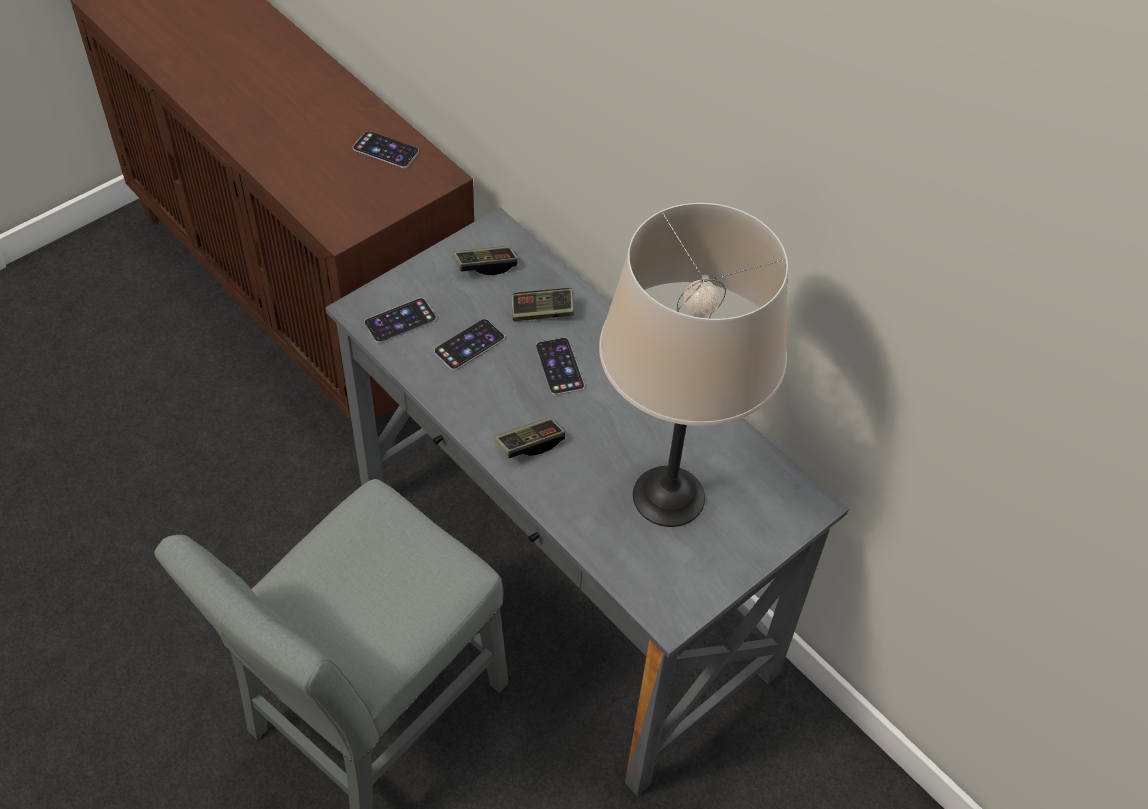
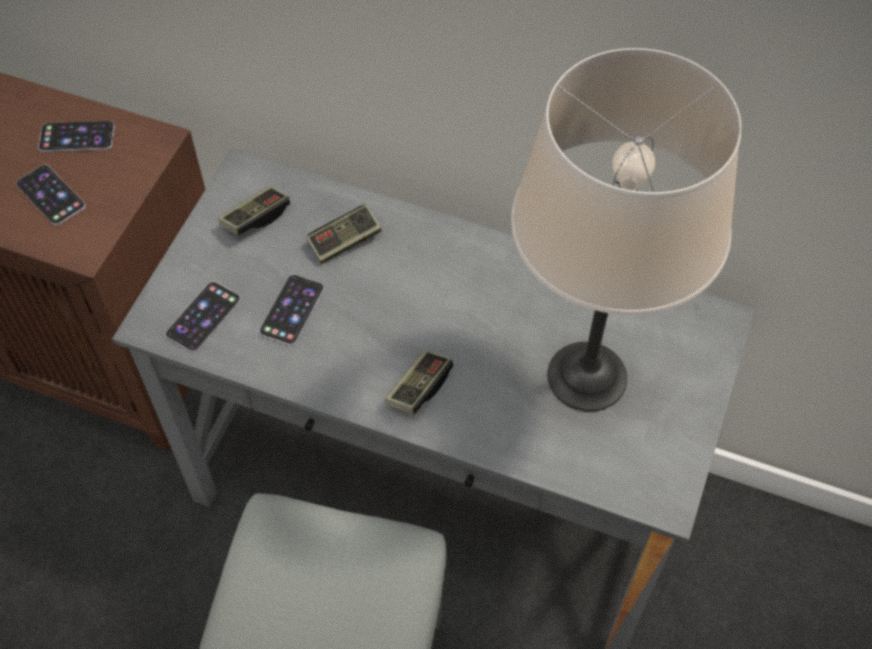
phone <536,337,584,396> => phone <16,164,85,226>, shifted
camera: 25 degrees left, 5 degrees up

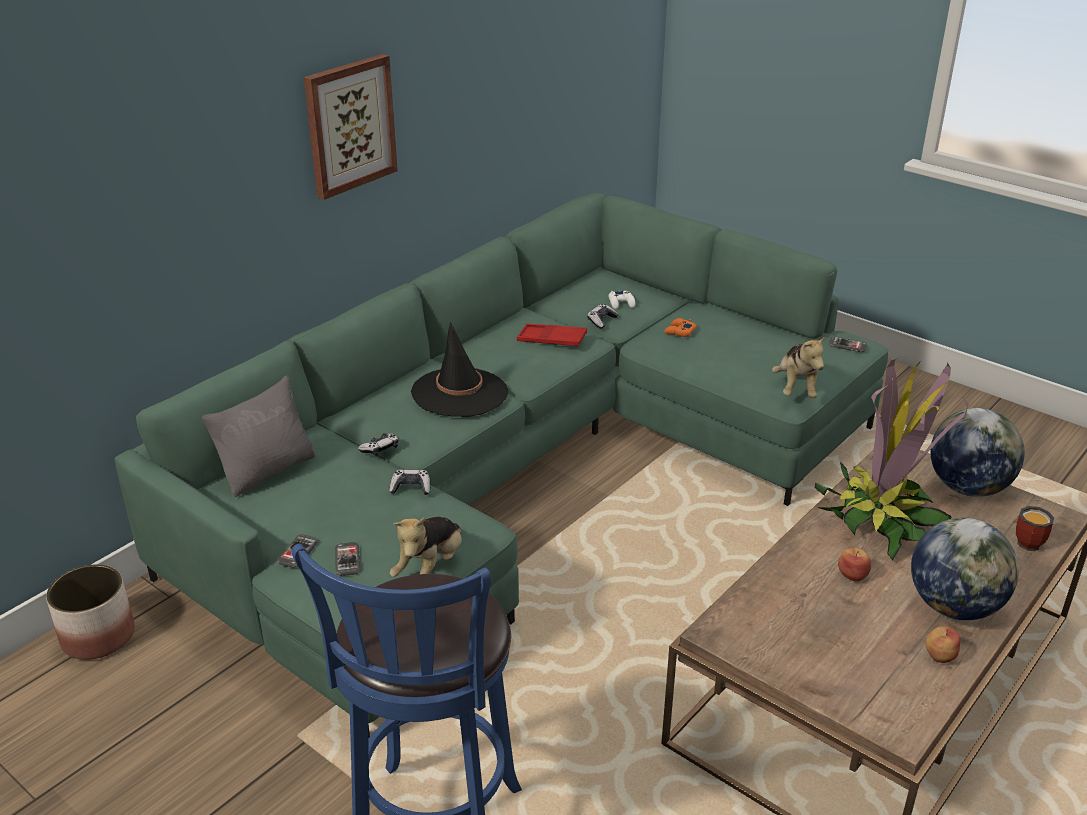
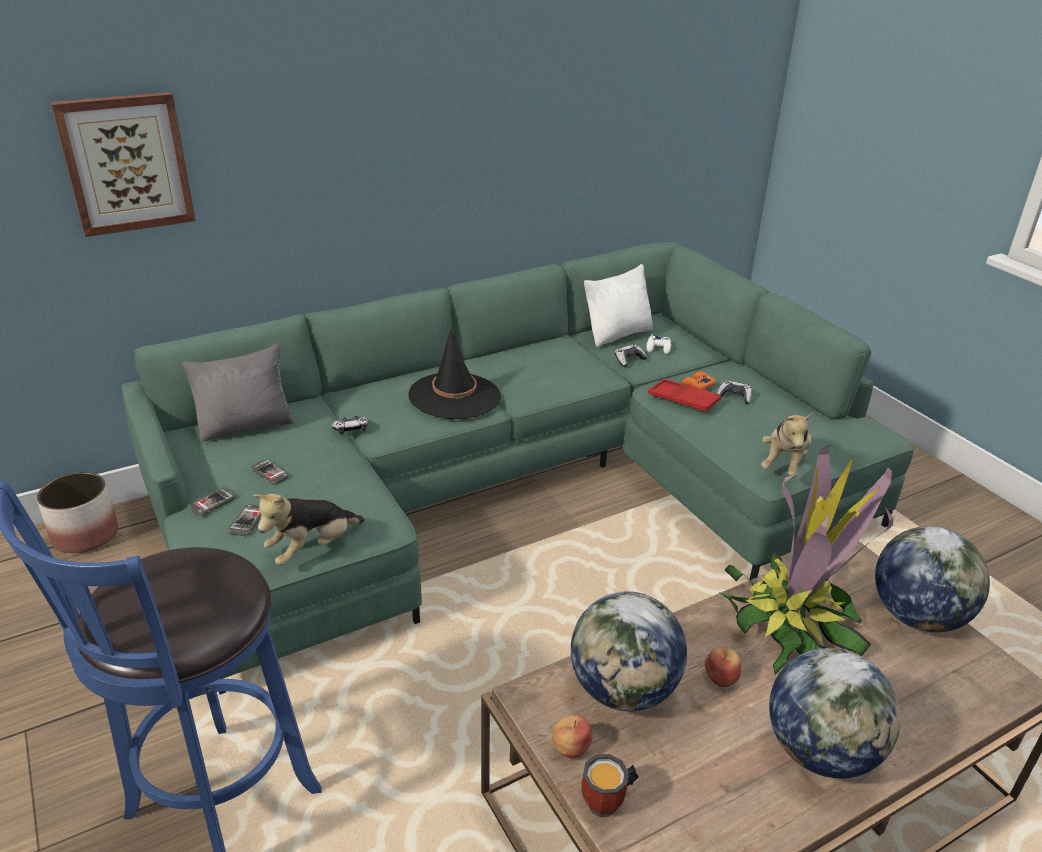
picture <304,54,398,200> => picture <51,92,196,237>, shifted
phone <829,336,867,352> => phone <251,459,290,485>, shifted
apple <925,626,960,663> => apple <552,715,593,758>, shifted
nothing => globe <571,591,687,712>
mug <1016,506,1054,551> => mug <582,754,639,817>, shifted
nothing => pillow (white) <584,264,653,347>
tray (red) <517,323,587,347> => tray (red) <648,378,721,412>, shifted
game controller <389,469,430,495> => game controller <717,380,752,404>, shifted
camera: 20 degrees right, 0 degrees up

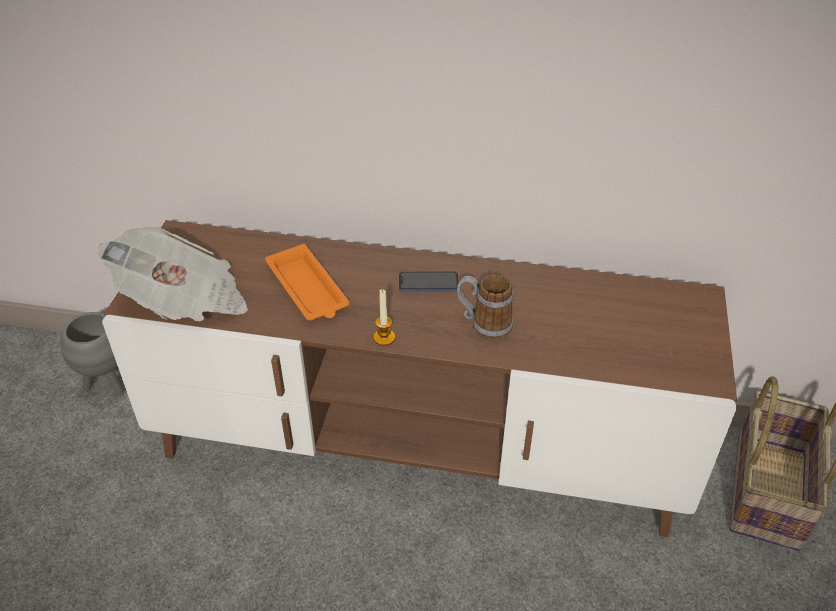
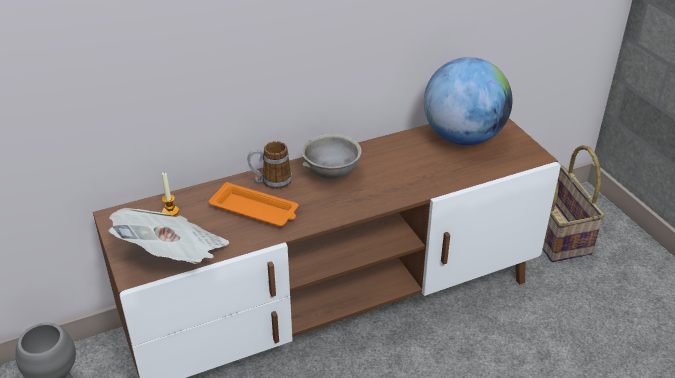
candle <373,289,395,346> => candle <162,173,179,216>, shifted
mug <457,274,513,339> => mug <248,141,292,189>, shifted
phone <399,271,458,292> => bowl (grey) <301,134,362,179>
nothing => globe <424,57,512,145>
camera: 35 degrees left, 5 degrees down

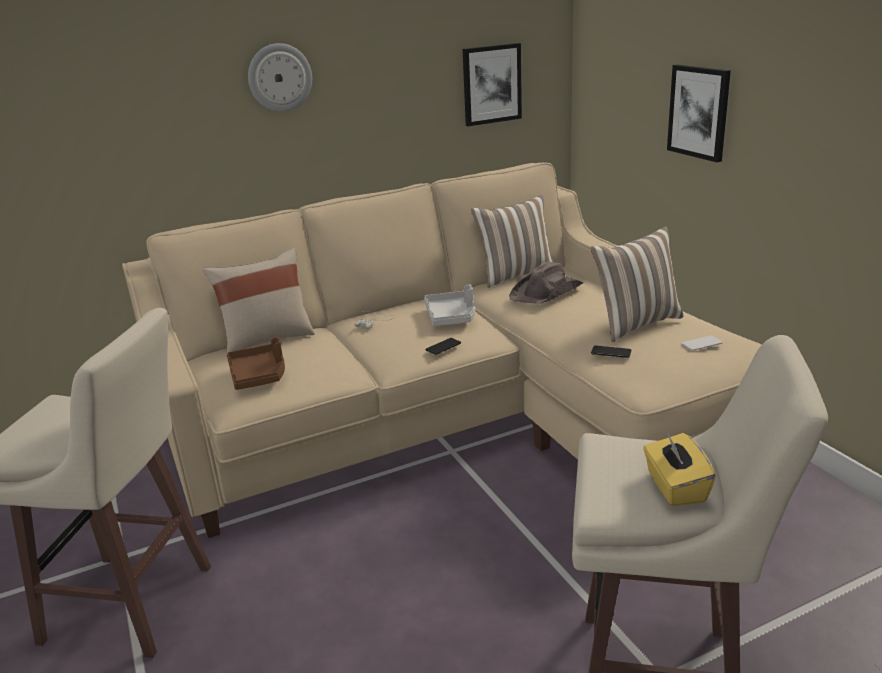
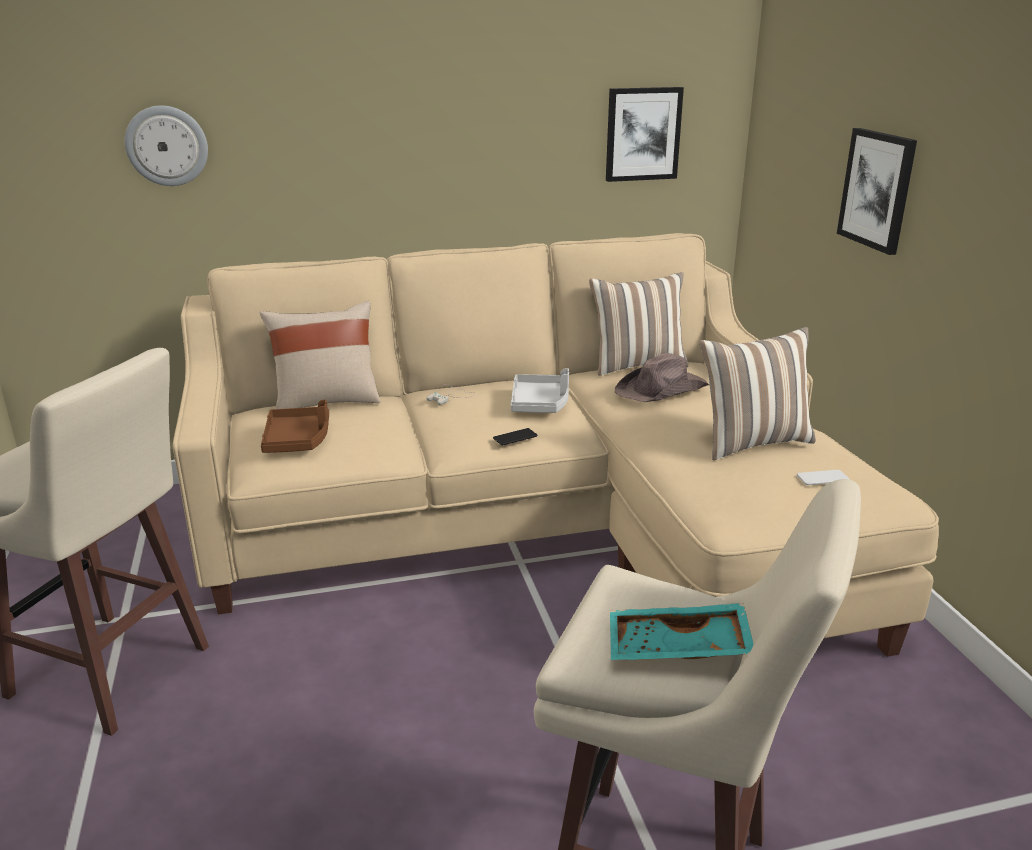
wall clock <248,43,312,112> => wall clock <125,105,208,186>, shifted
tissue box (yellow) <643,432,716,506> => tray (turquoise) <610,603,754,660>
phone <591,345,631,358> => nothing
camera: 10 degrees right, 0 degrees up

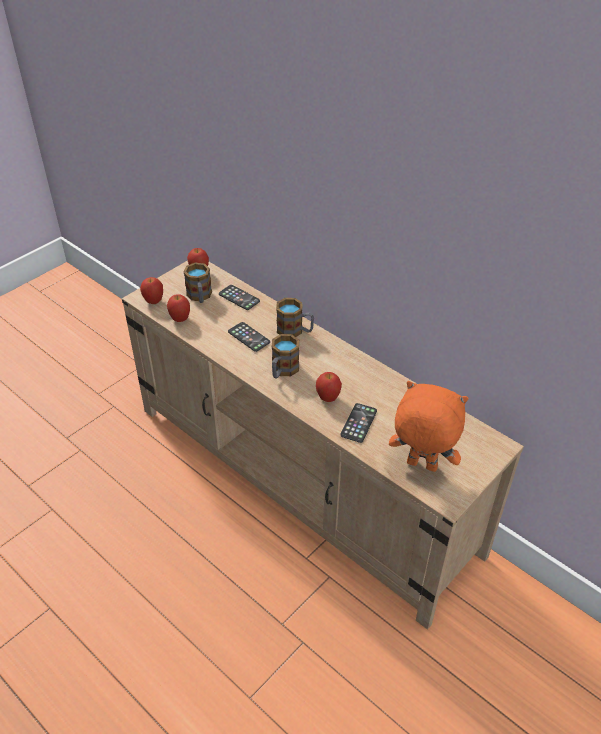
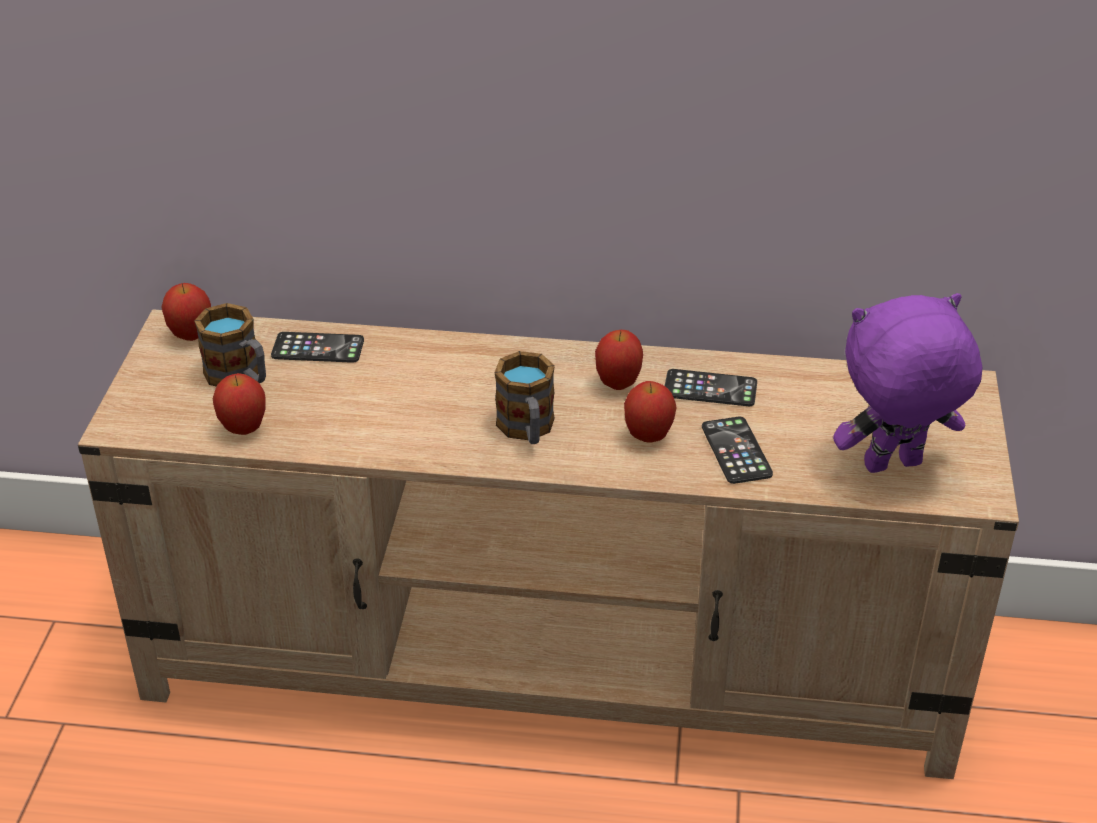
apple <140,277,163,304> => apple <595,330,643,390>, shifted
phone <228,322,270,352> => phone <665,369,757,406>, shifted
plush toy (orange) <389,381,468,472> => plush toy (purple) <833,293,982,473>
mug <276,298,314,337> => nothing
camera: 35 degrees left, 5 degrees down

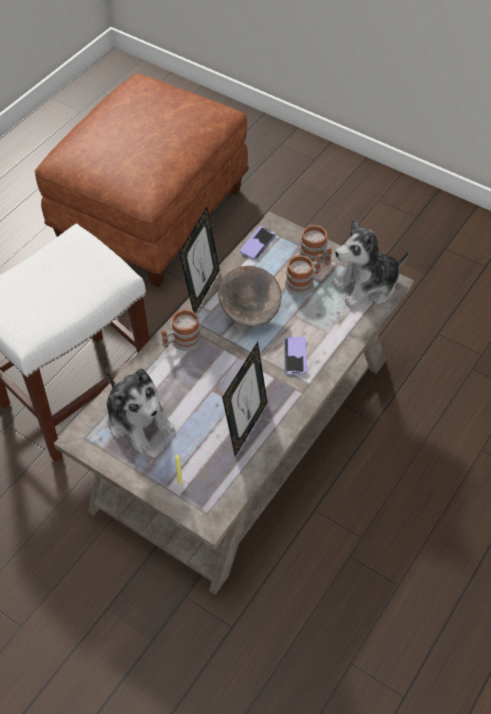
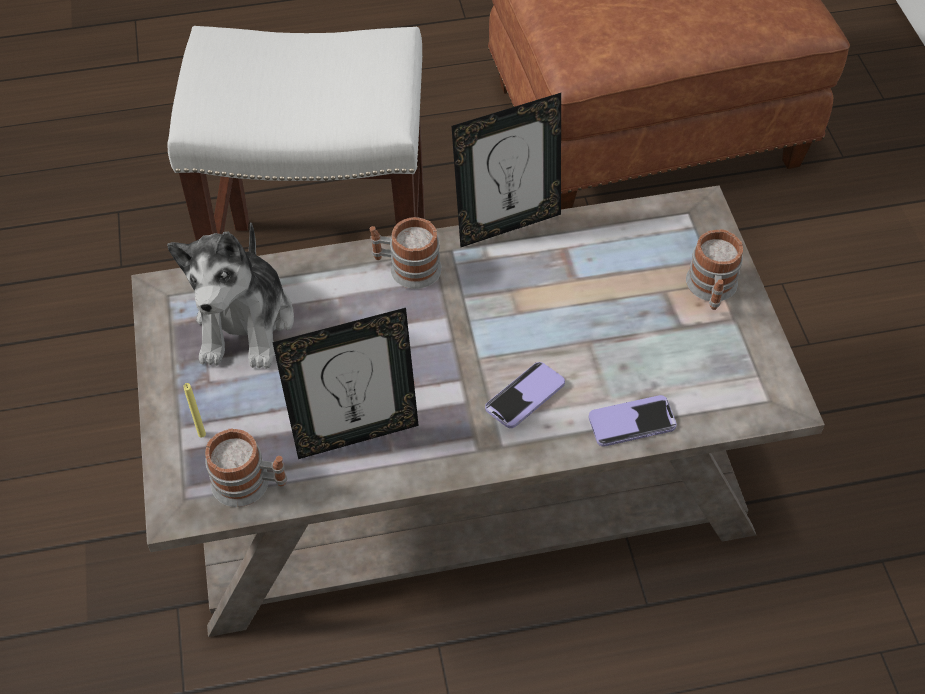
mug <285,254,322,296> => mug <205,428,287,507>, shifted
phone <240,226,276,260> => phone <589,395,677,447>, shifted
bowl (grey) <218,266,282,326> => nothing
plush toy <332,219,410,308> => nothing
camera: 45 degrees right, 0 degrees up

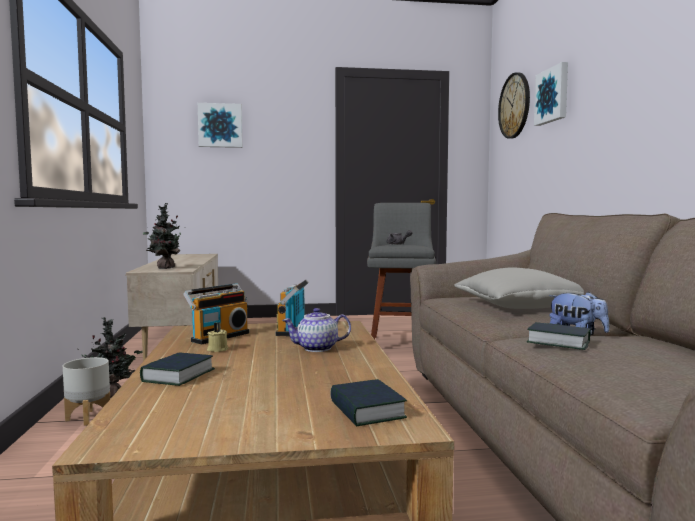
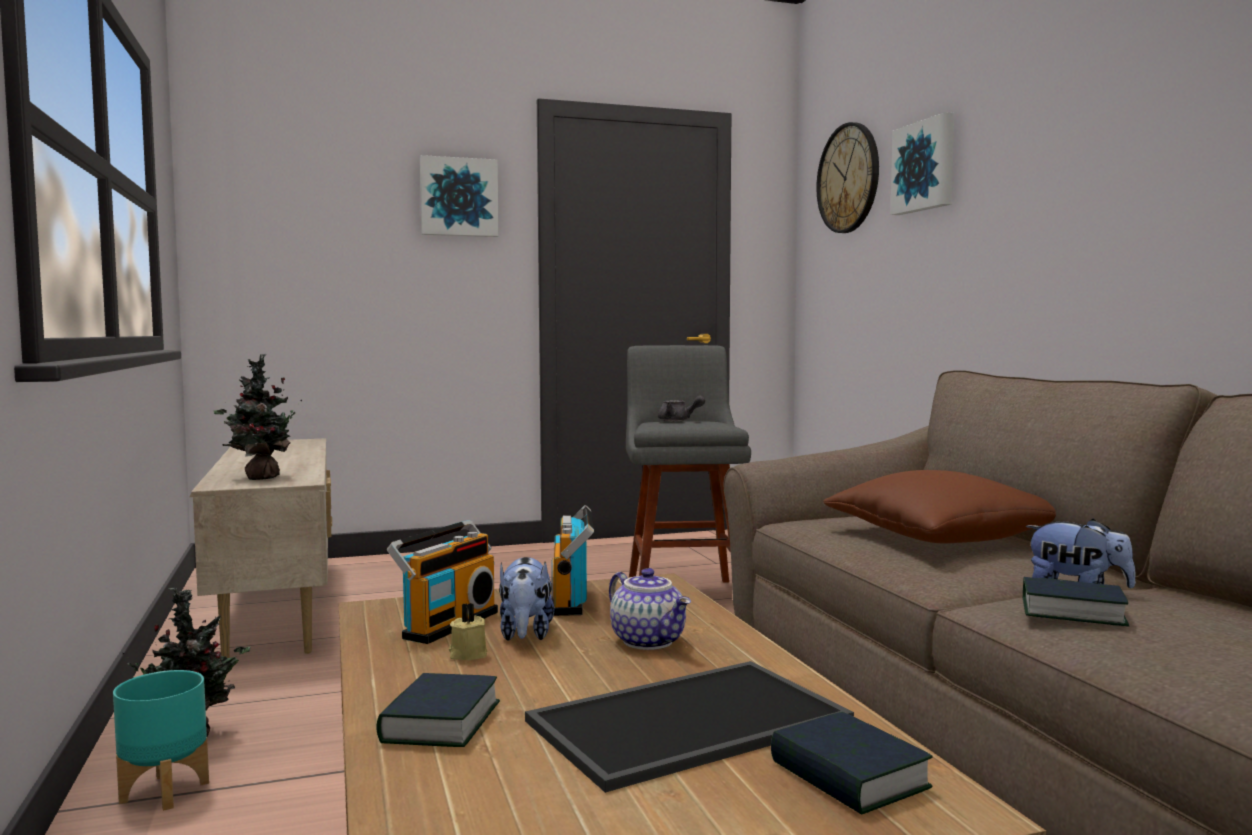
planter (grey) <63,357,110,426> => planter (turquoise) <113,670,209,811>
picture <198,103,242,148> => picture <420,155,499,237>, shifted
nothing => plush toy <499,557,554,641>
nothing => tray <525,661,854,793>
teapot <282,308,351,352> => teapot <609,568,691,650>, 105 degrees counterclockwise
pillow (grey) <454,267,584,309> => pillow (brown) <823,470,1056,543>
camera: 10 degrees left, 0 degrees up

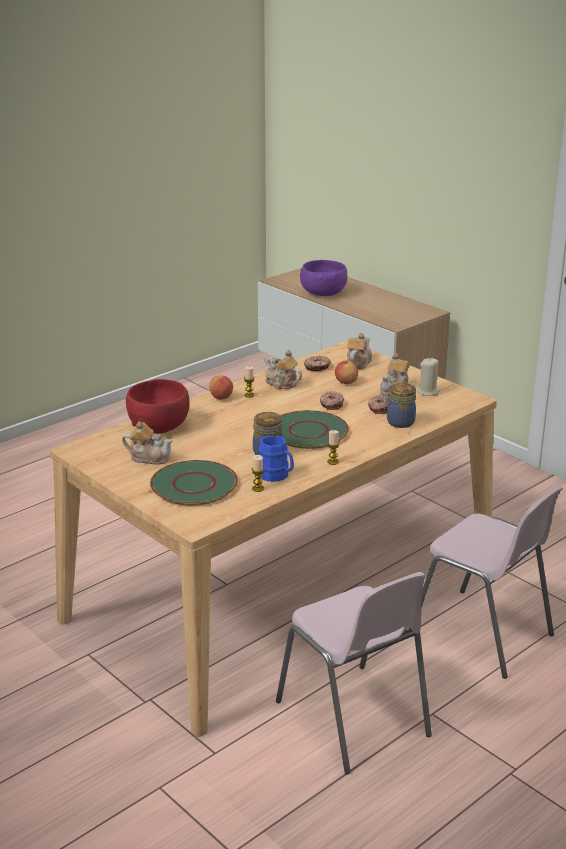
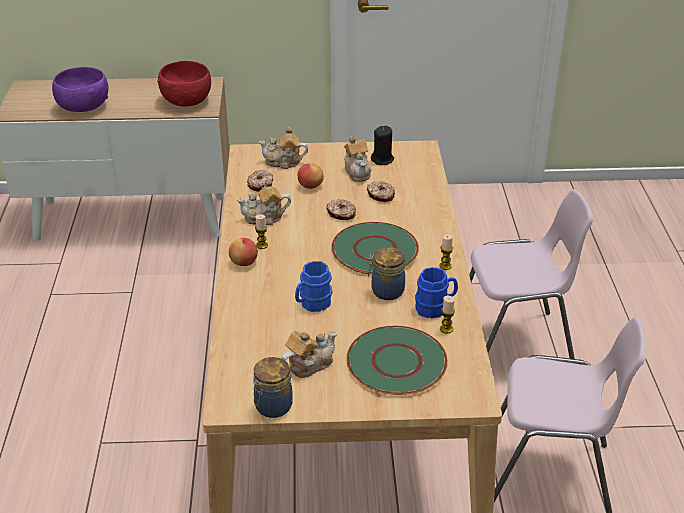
bowl (red) <126,379,190,433> => bowl (red) <157,61,211,106>, shifted
jar <384,383,416,428> => jar <254,357,293,418>, shifted
teapot <347,333,372,369> => teapot <259,127,308,169>, 60 degrees counterclockwise
nothing => mug (blue) <295,261,333,312>
candle (beige) <417,358,440,396> => candle (black) <371,126,394,165>
camera: 50 degrees left, 10 degrees up

